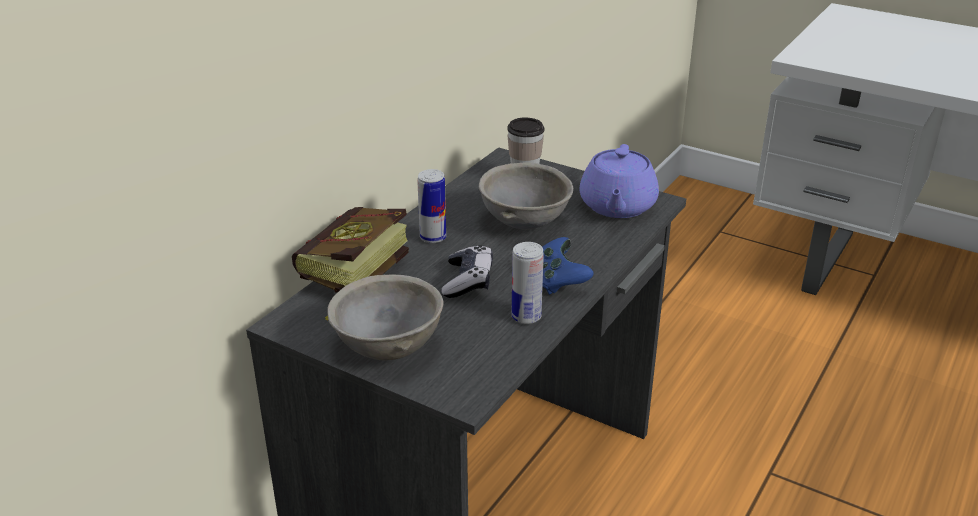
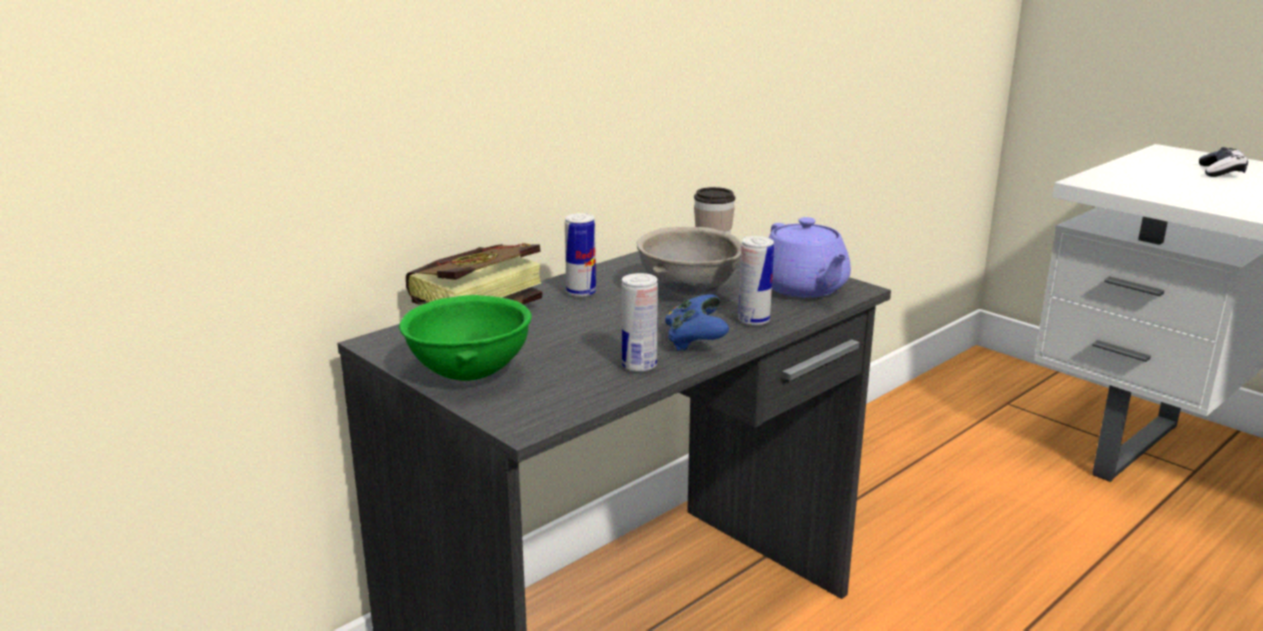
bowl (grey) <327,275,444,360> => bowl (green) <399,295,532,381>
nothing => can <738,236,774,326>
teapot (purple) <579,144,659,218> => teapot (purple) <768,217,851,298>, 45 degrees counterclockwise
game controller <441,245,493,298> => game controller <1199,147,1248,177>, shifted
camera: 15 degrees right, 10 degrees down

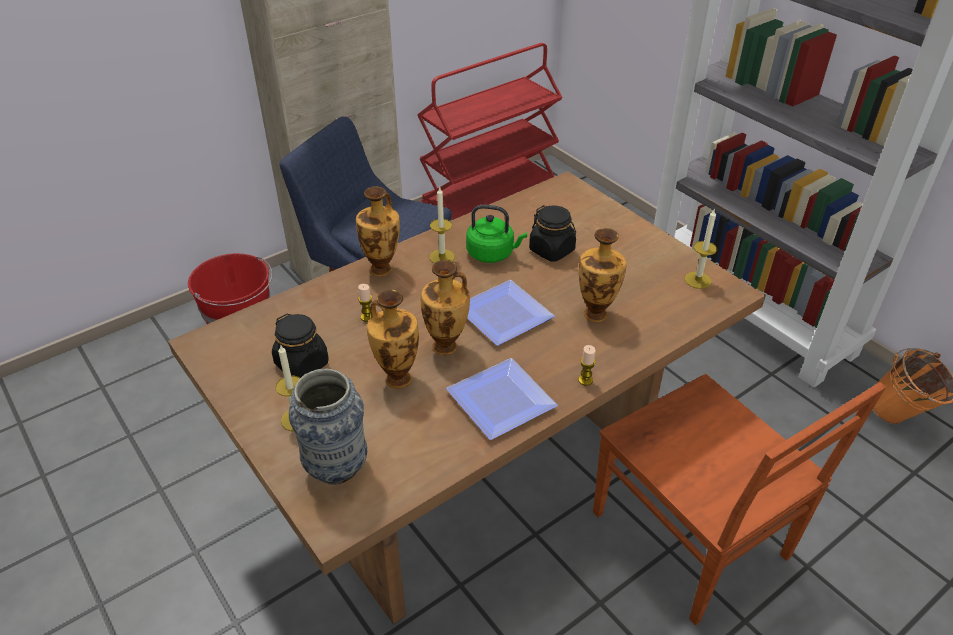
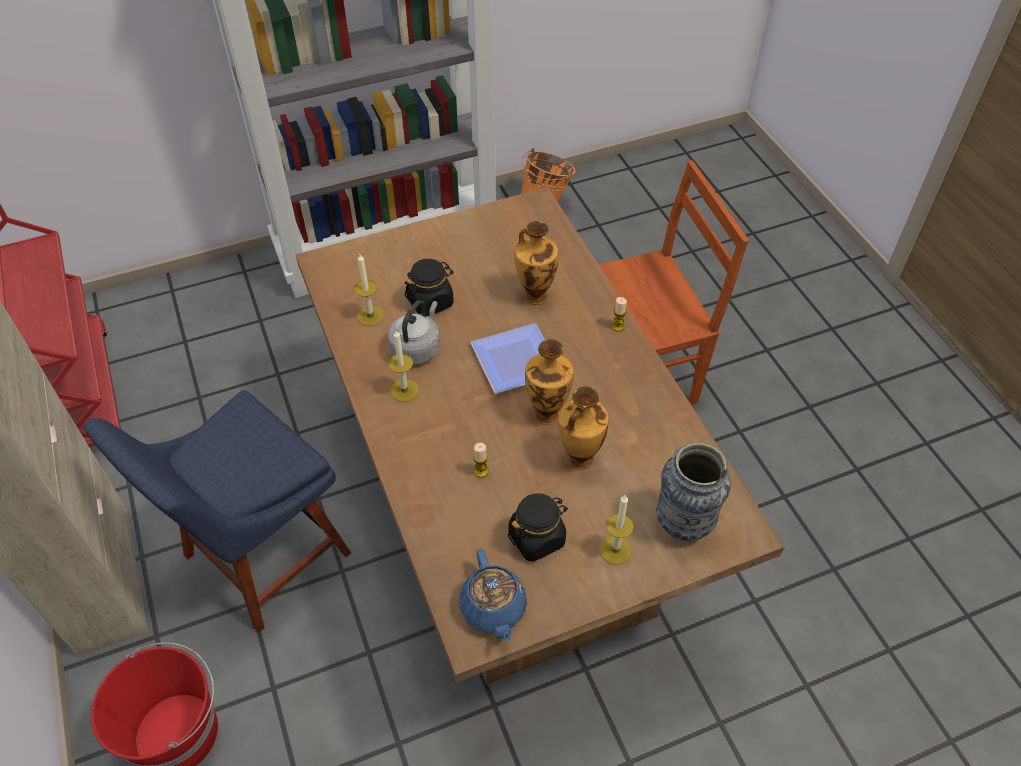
candle <685,208,717,289> => candle <354,254,384,326>, shifted
kettle (green) <466,205,527,263> => kettle (grey) <388,300,440,365>
nothing => teapot (blue) <459,548,527,643>
vase <356,186,400,277> => nothing
plate <446,358,558,440> => nothing
camera: 75 degrees left, 10 degrees up

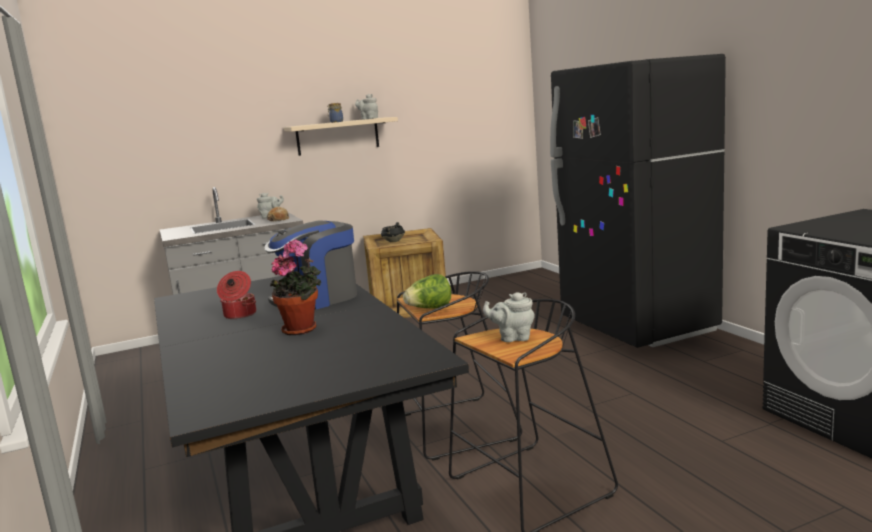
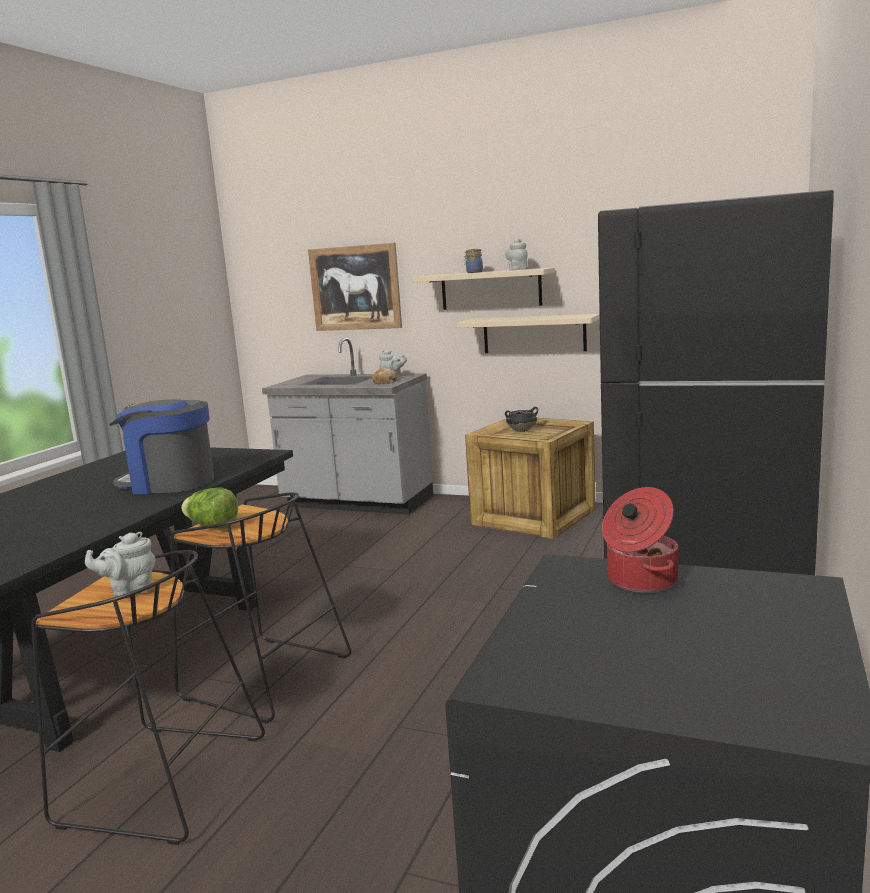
teapot (grey) <483,292,535,342> => teapot (grey) <85,532,155,597>, 75 degrees counterclockwise
nothing => picture <308,243,402,331>
nothing => shelf (beige) <457,314,600,353>
cooking pot <217,271,256,319> => cooking pot <602,487,678,593>, shifted
potted plant <270,239,321,335> => nothing
camera: 45 degrees right, 0 degrees up

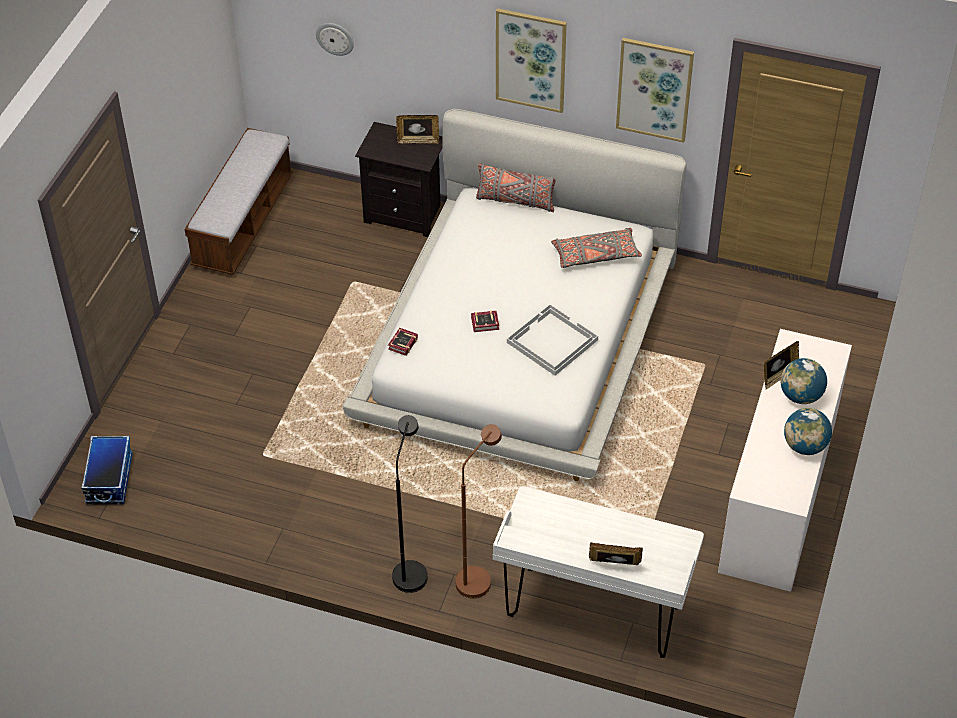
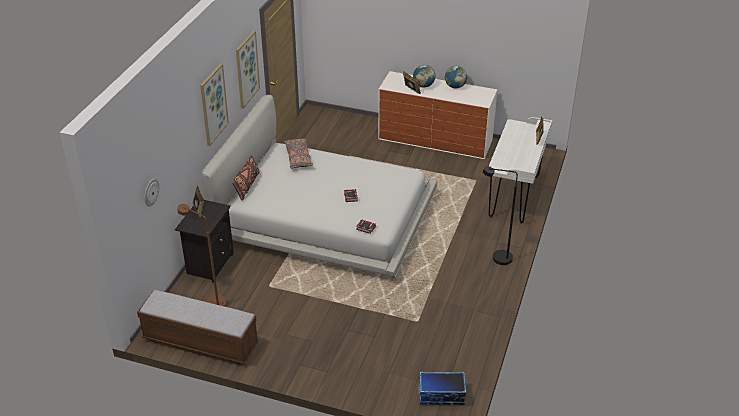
floor lamp (brown) <455,424,502,599> => floor lamp (brown) <177,204,227,307>, shifted
pillow (grey) <476,163,556,212> => pillow (brown) <232,155,259,200>
tray (white) <507,304,598,376> => nothing
camera: 90 degrees left, 10 degrees down

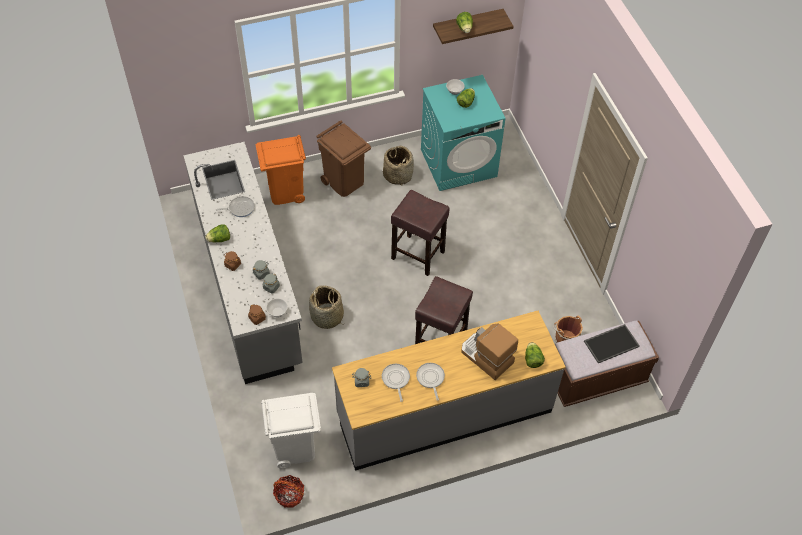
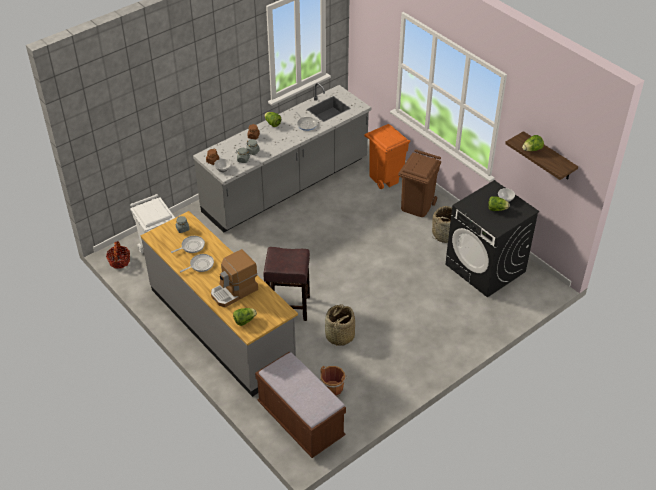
coffee machine <461,323,518,380> => coffee machine <211,249,258,307>, 150 degrees counterclockwise
basket <309,286,344,329> => basket <325,304,355,346>, shifted
washing machine (turquoise) <421,75,505,191> => washing machine (black) <445,180,539,297>
stool (brown) <391,190,450,276> => nothing
tray <584,324,640,363> => nothing
camera: 70 degrees right, 10 degrees down

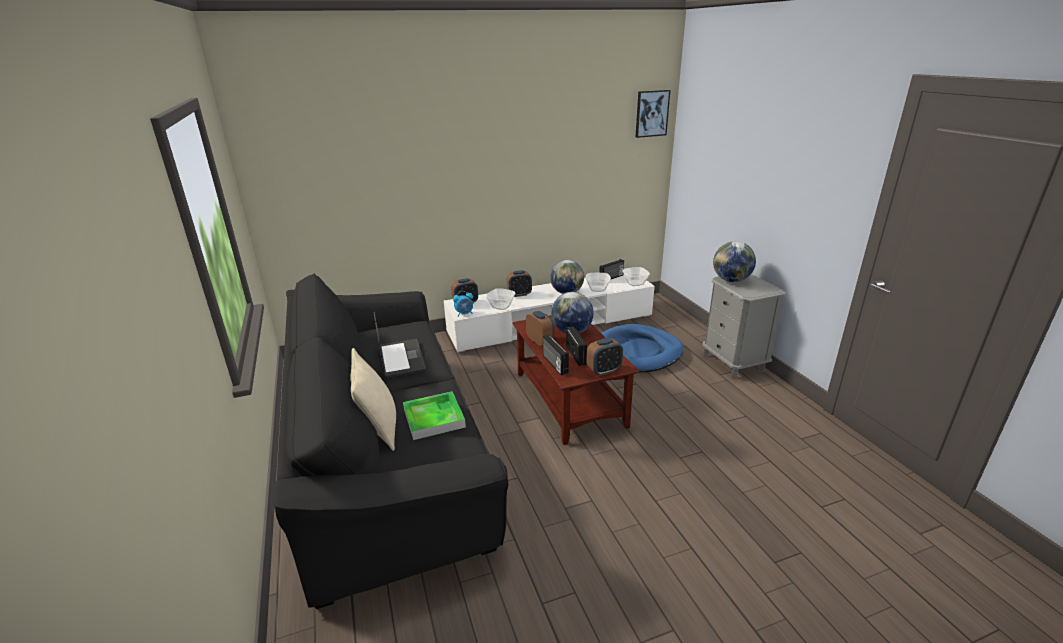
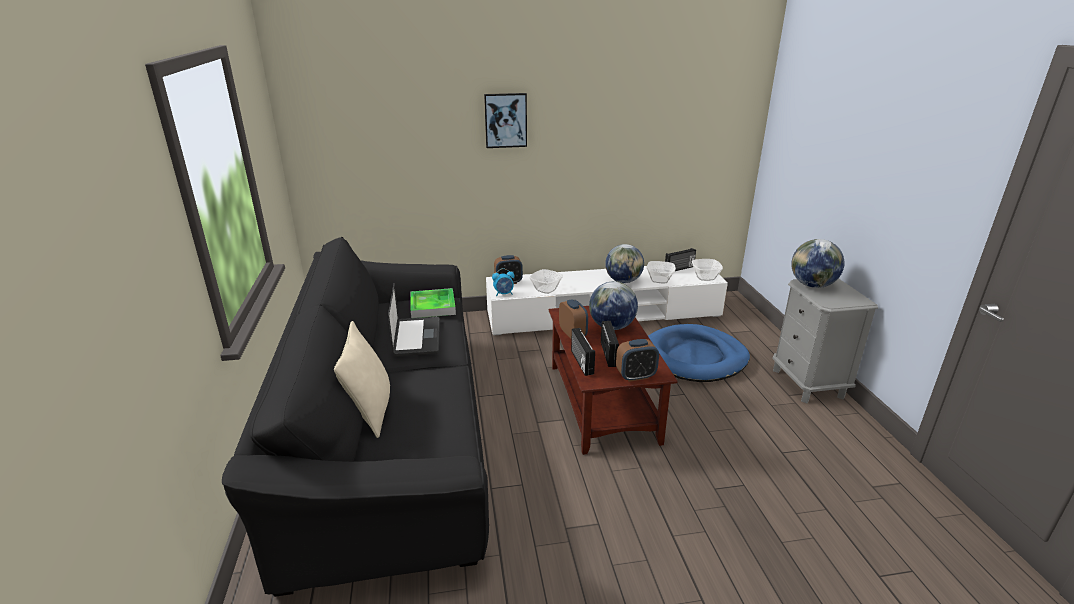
tray <403,392,466,440> => tray <411,288,456,318>, shifted
picture <635,90,671,138> => picture <484,93,527,148>, shifted
alarm clock <507,270,532,297> => nothing
camera: 10 degrees right, 0 degrees up

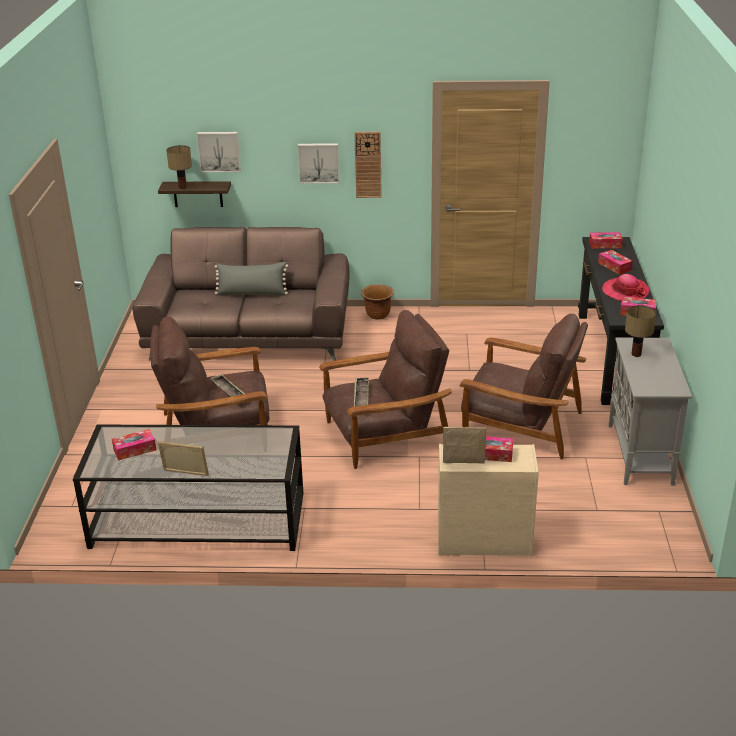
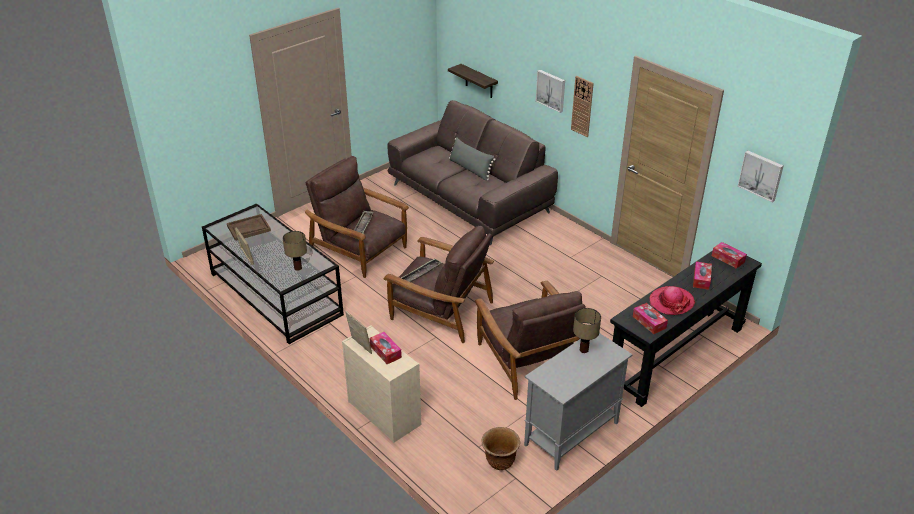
tissue box <112,429,156,460> => tray (brown) <227,214,271,241>
table lamp <166,145,192,189> => table lamp <283,231,307,271>, shifted
planter (brown) <361,284,394,320> => planter (brown) <482,427,520,470>, shifted
picture <197,132,241,172> => picture <738,151,784,202>, shifted
camera: 45 degrees right, 5 degrees up

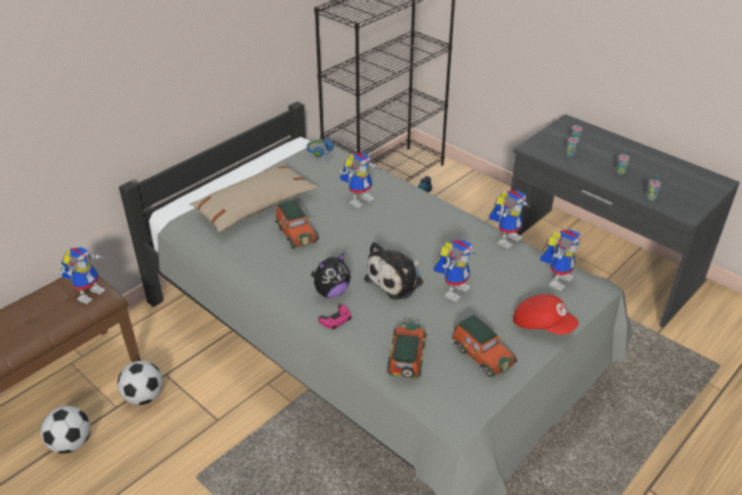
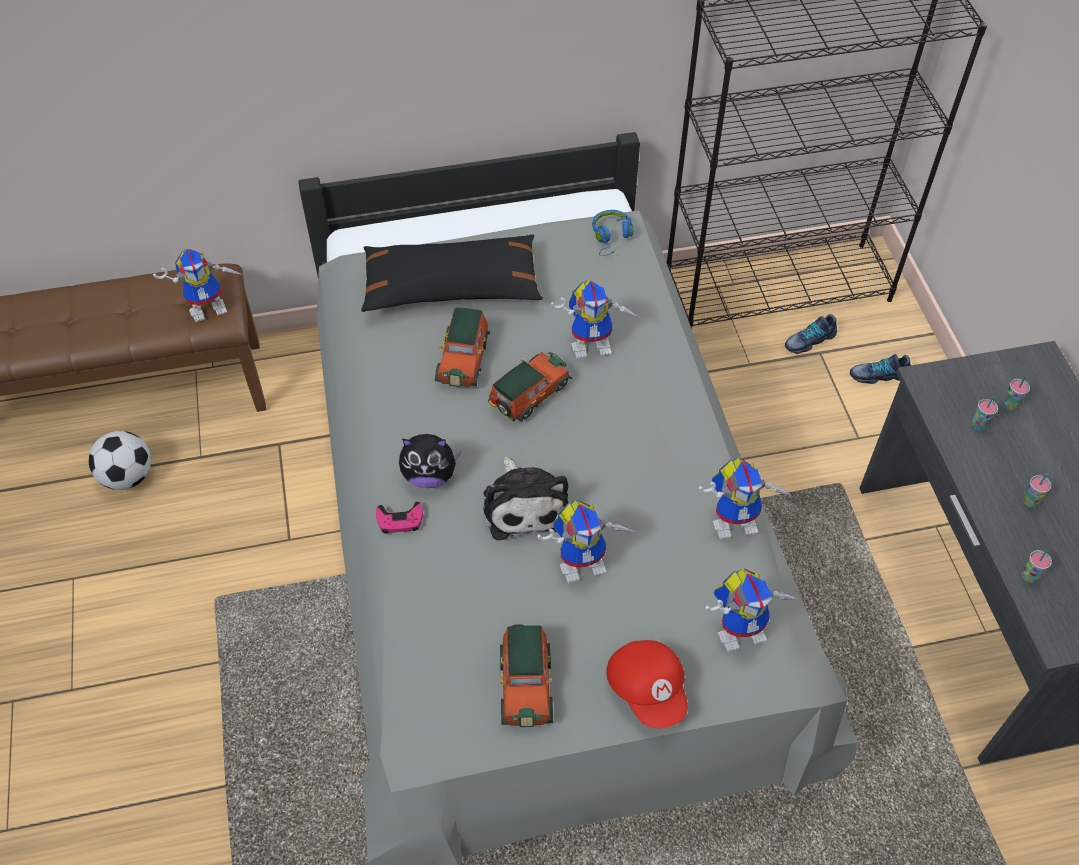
pillow (beige) <190,163,318,232> => pillow (black) <361,235,543,312>
plush toy <364,242,423,300> => plush toy <483,457,568,540>, 90 degrees counterclockwise
toy car <387,322,427,379> => toy car <488,352,572,422>, shifted
nothing => shoe <850,354,911,384>
football <117,361,163,405> => nothing
camera: 35 degrees right, 15 degrees up

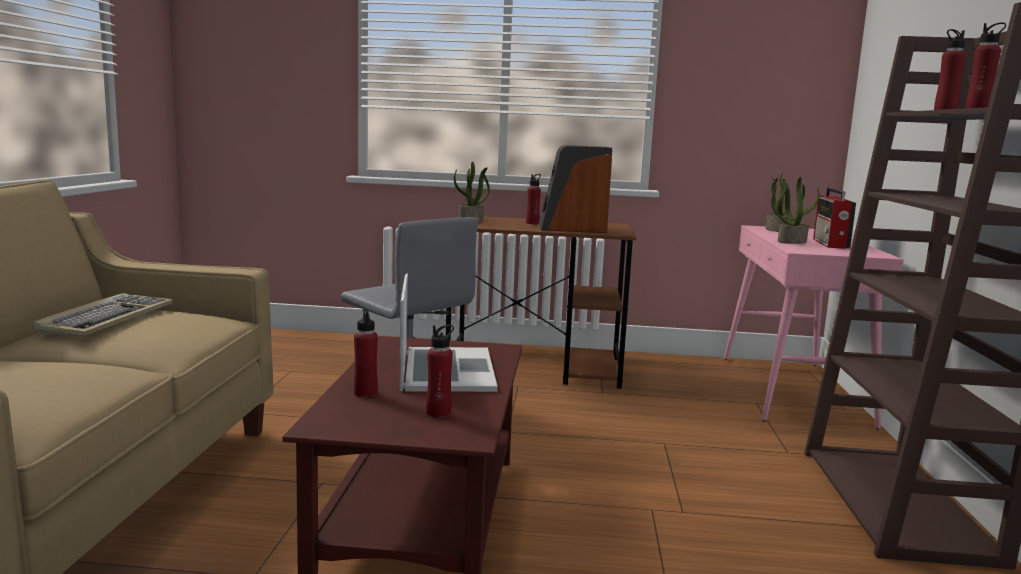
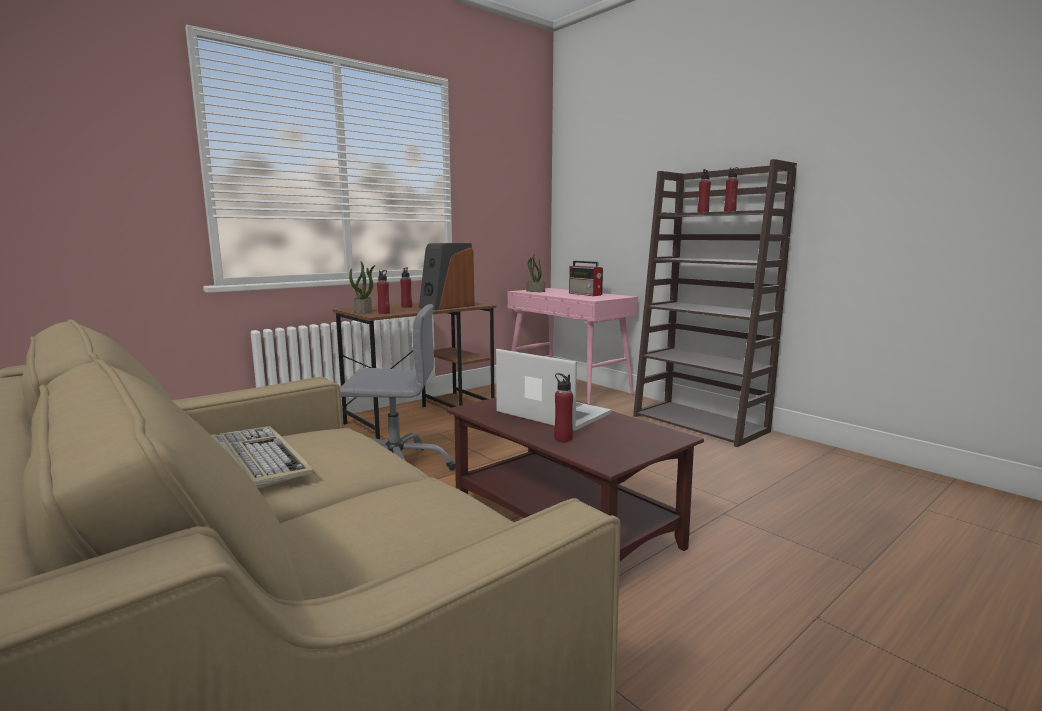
bottle (red) <426,325,454,418> => bottle (red) <377,270,390,314>, shifted
potted plant <776,177,820,244> => nothing
camera: 45 degrees left, 0 degrees up

